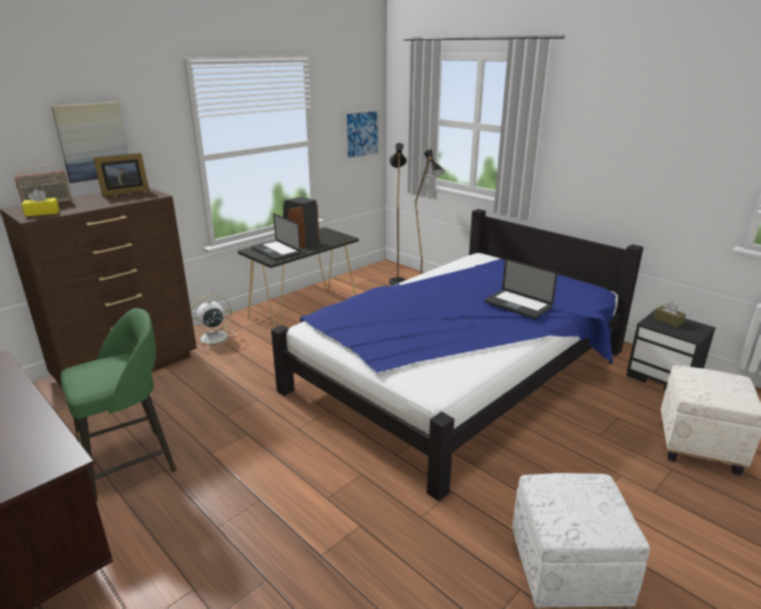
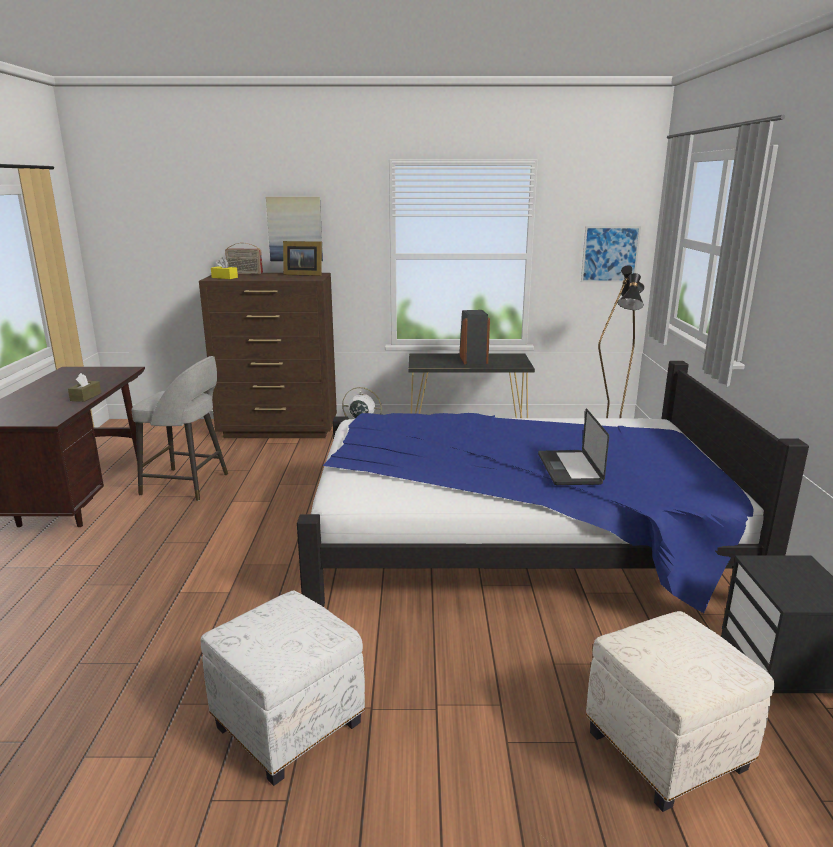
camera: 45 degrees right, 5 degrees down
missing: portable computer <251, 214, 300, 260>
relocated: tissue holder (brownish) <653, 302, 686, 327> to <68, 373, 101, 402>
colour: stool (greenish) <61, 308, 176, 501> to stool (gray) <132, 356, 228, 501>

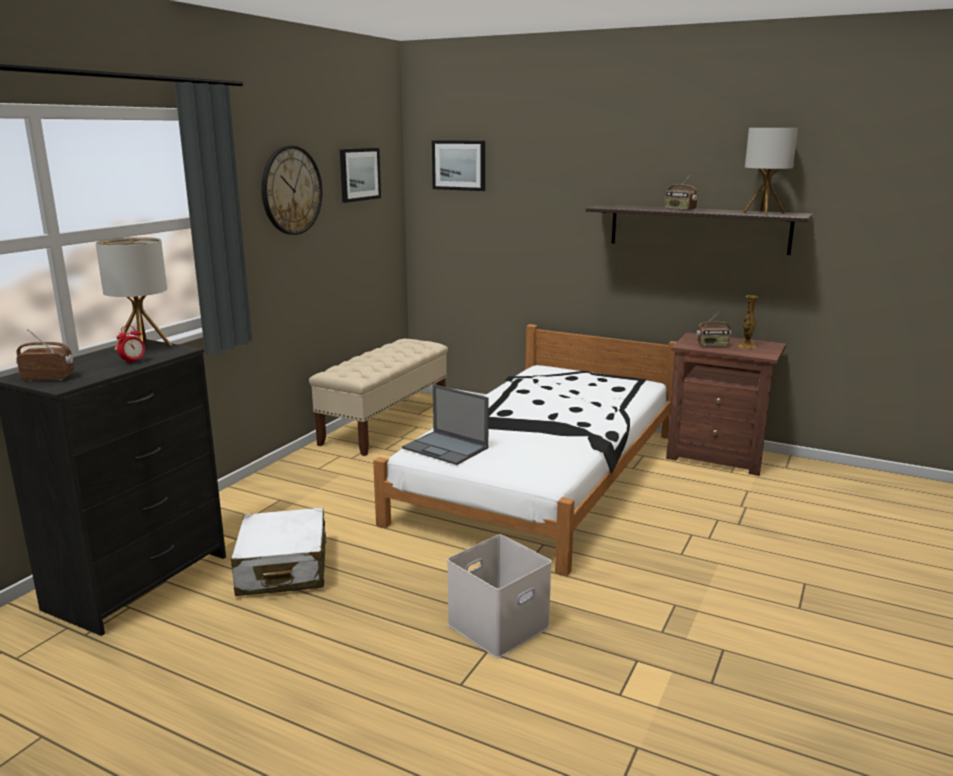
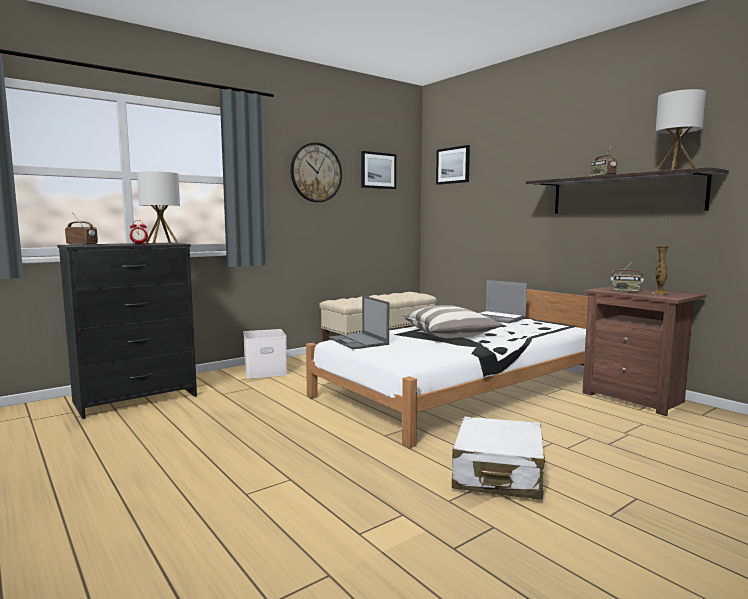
camera: 25 degrees right, 10 degrees down
appeared: portable computer <479, 280, 527, 323>; throw pillow <402, 305, 503, 338>
relocated: suitcase (white) <231, 507, 326, 596> to <452, 416, 545, 500>; storage box (white) <447, 534, 552, 658> to <243, 329, 288, 379>

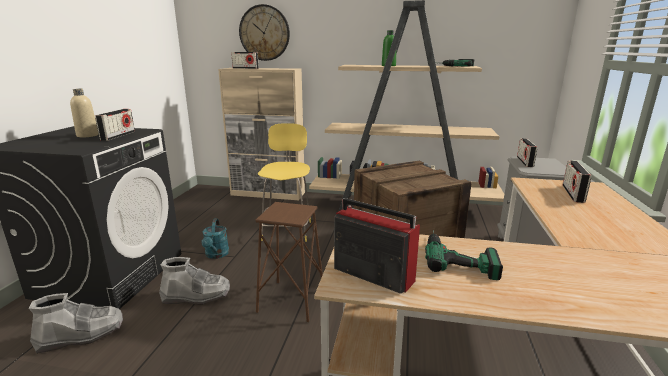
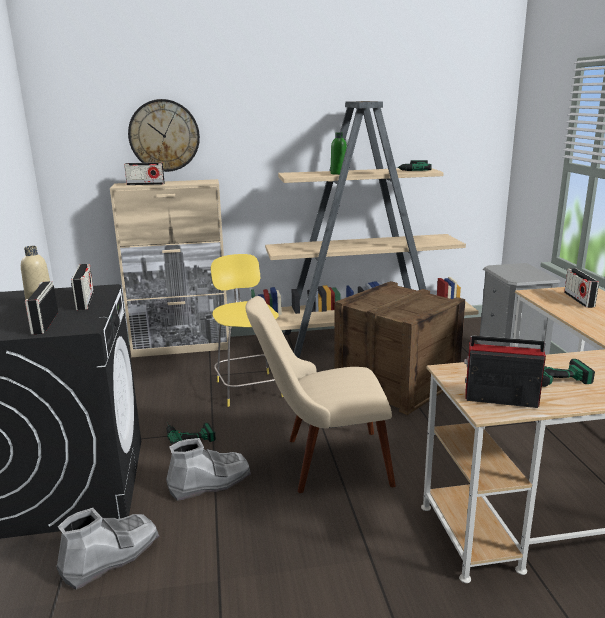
camera: 20 degrees left, 0 degrees up
relocated: radio set <517, 138, 537, 167> to <25, 281, 58, 335>
exchanged: stool (brownish) <255, 202, 323, 322> to chair (beige-coloured) <246, 296, 396, 493>; sprinkling can (blue-green) <201, 219, 229, 259> to power drill <166, 423, 216, 445>

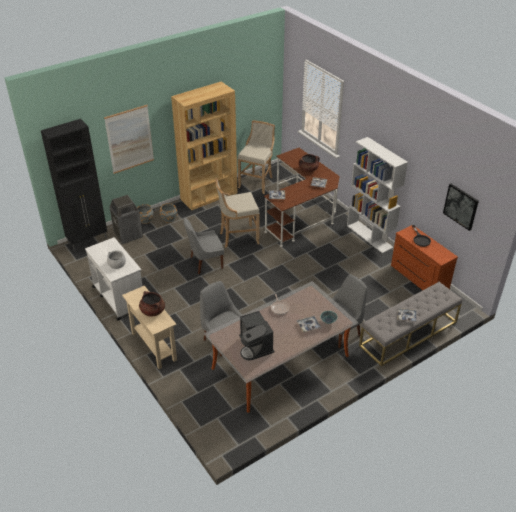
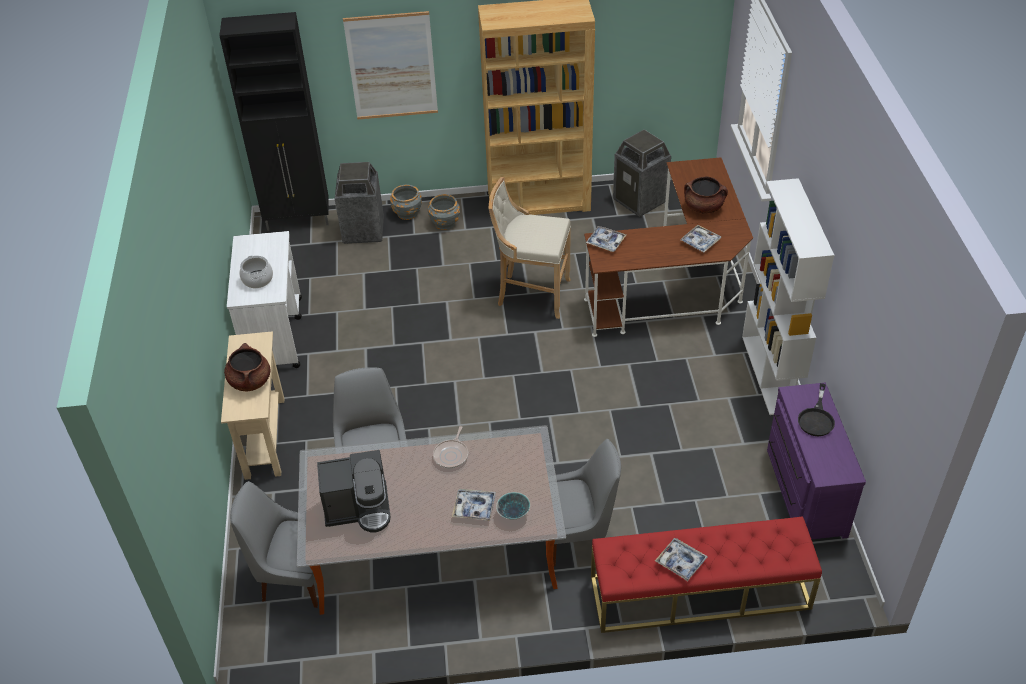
camera: 30 degrees right, 5 degrees up
missing: wall art <443, 184, 479, 231>
relocated: chair (gray) <184, 217, 224, 274> to <230, 481, 318, 608>
exchanged: stool (beige-coloured) <238, 120, 275, 194> to trash can <613, 130, 671, 217>
colour: dresser (brownish) <391, 225, 458, 290> to dresser (purple) <767, 383, 866, 539>; long seat (gray) <359, 282, 462, 366> to long seat (reddish) <591, 516, 822, 633>
spun: coffee brewer <239, 311, 274, 361> = <317, 450, 391, 532> 105 degrees counterclockwise

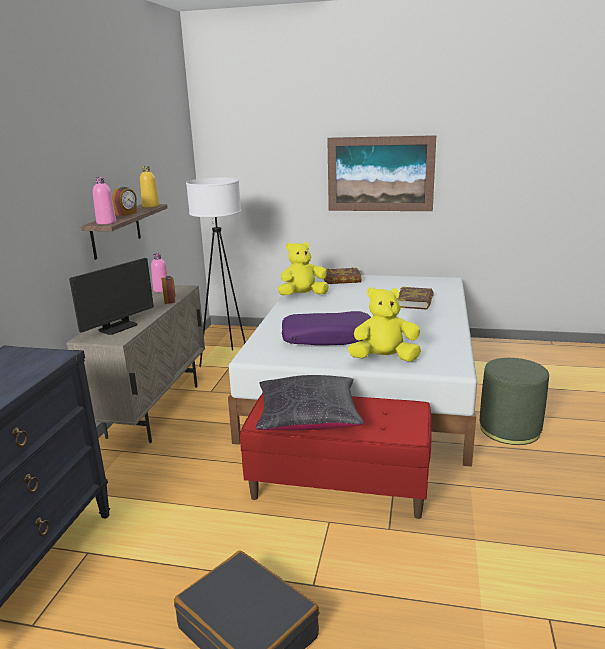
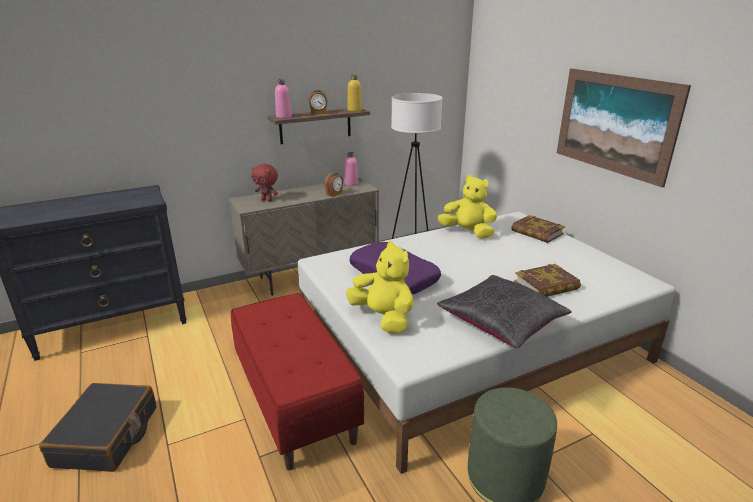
camera: 50 degrees right, 5 degrees up
relocated: throw pillow (blackish) <255, 375, 364, 431> to <437, 275, 572, 348>
exchanged: computer display <69, 258, 154, 335> to soft toy (reddish) <251, 164, 278, 202>

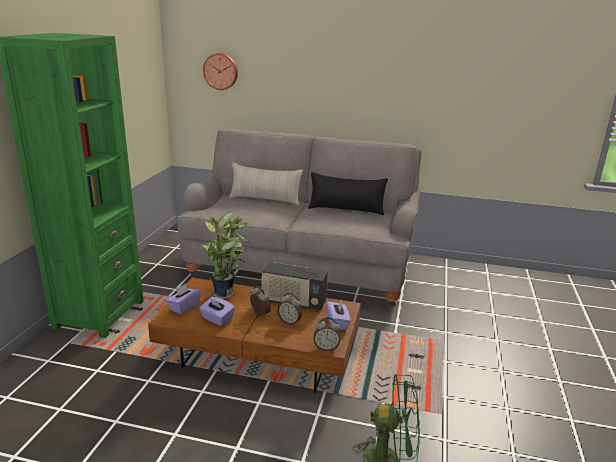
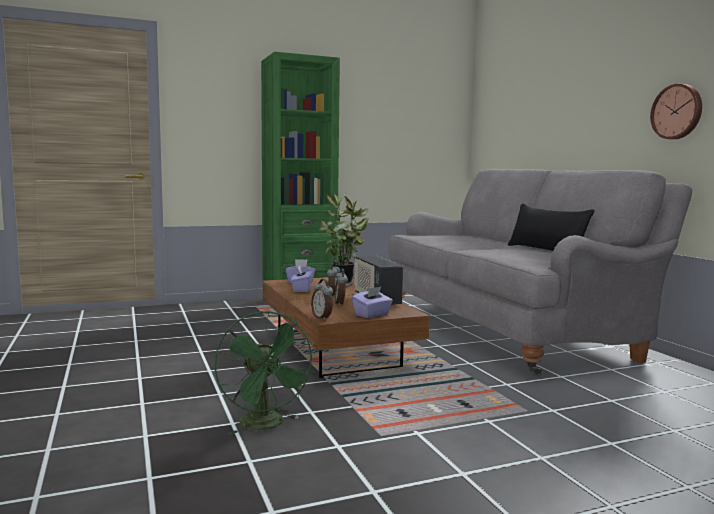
camera: 55 degrees right, 15 degrees down
missing: throw pillow (beige-coloured) <229, 163, 303, 205>
relocated: clock on the wall <203, 53, 238, 90> to <650, 84, 702, 139>

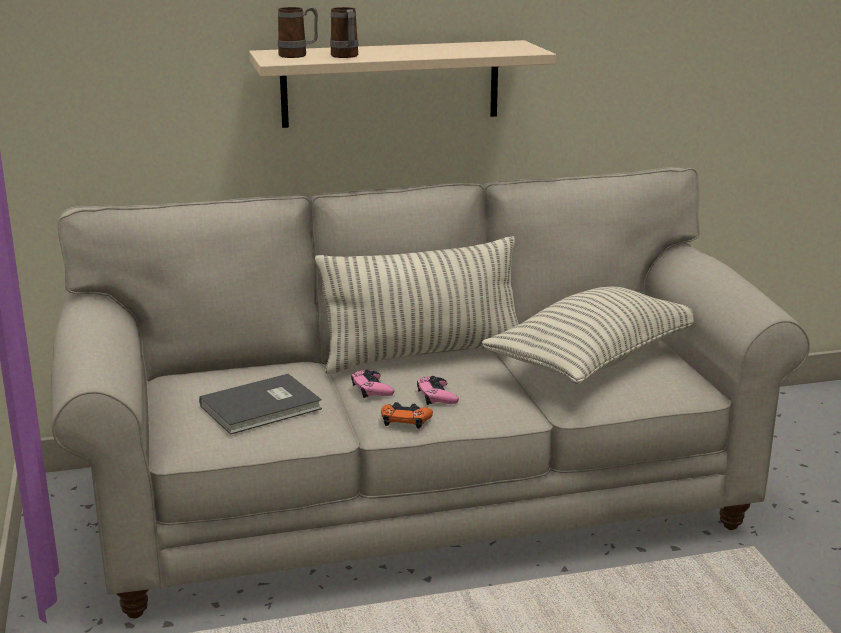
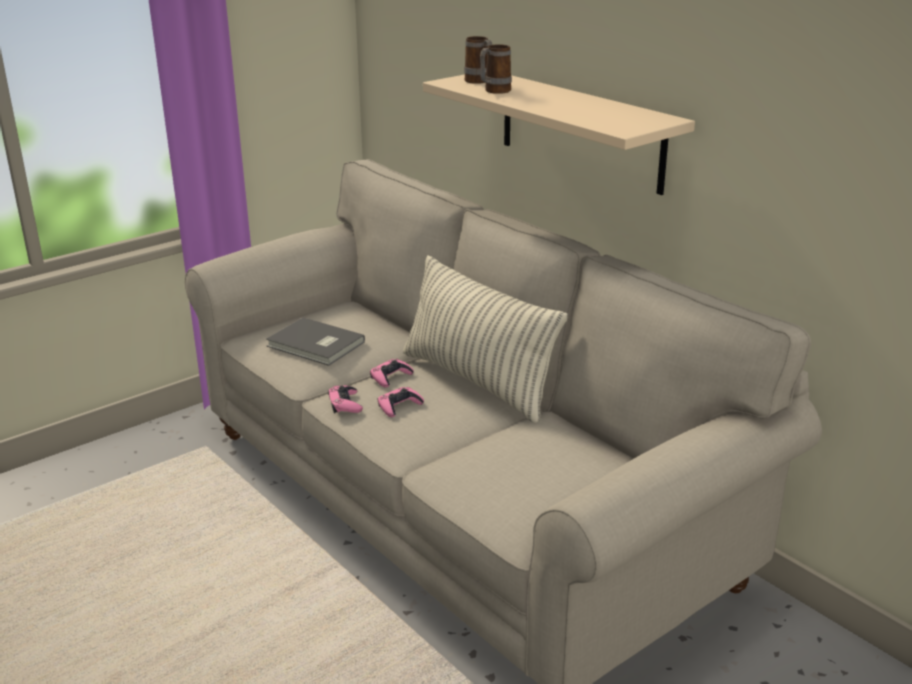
camera: 65 degrees right, 5 degrees up
missing: throw pillow <482, 287, 694, 384>
colour: joypad (orange-coloured) <381, 402, 433, 429> to joypad (pinkish) <328, 385, 363, 413>

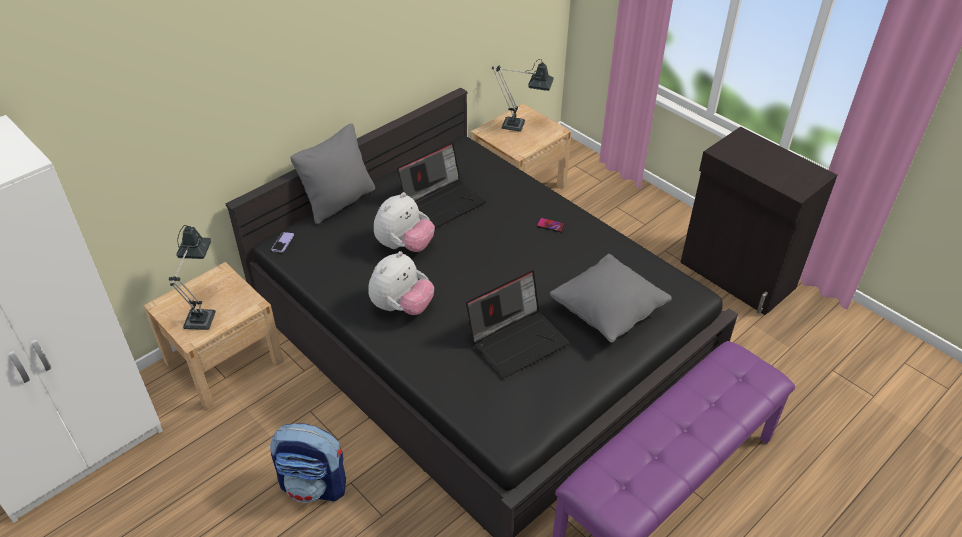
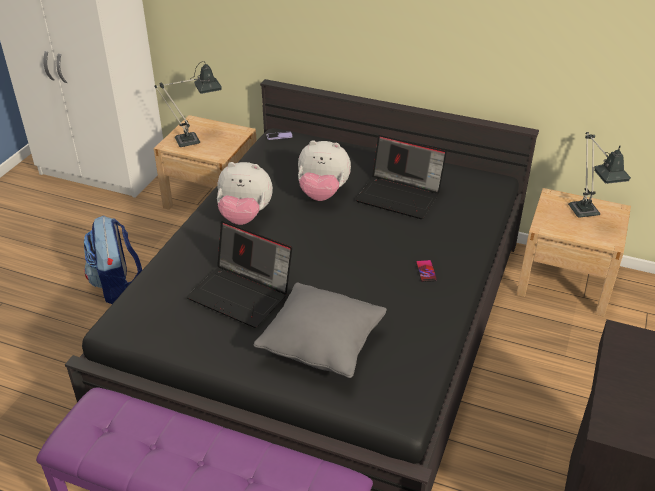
camera: 65 degrees right, 5 degrees down
missing: throw pillow (gray) <290, 123, 375, 224>

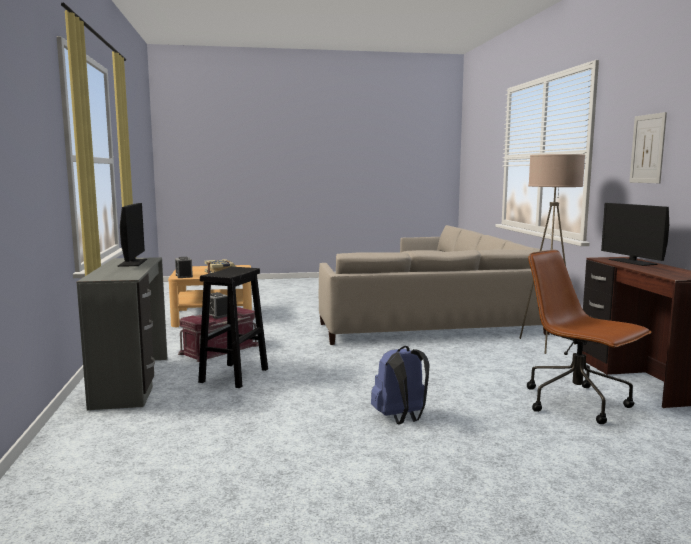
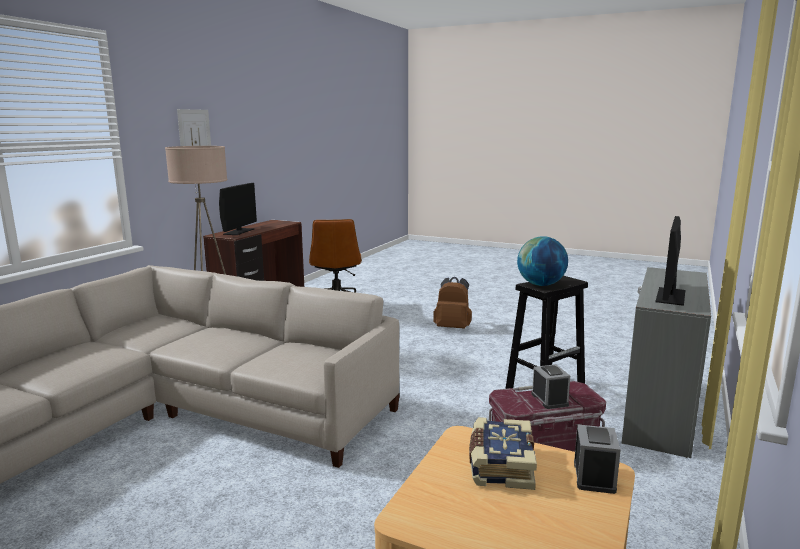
camera: 145 degrees left, 5 degrees up
appeared: globe <517, 236, 568, 286>
colour: rucksack (blue) <371, 346, 430, 424> to rucksack (brownish) <433, 277, 472, 329>

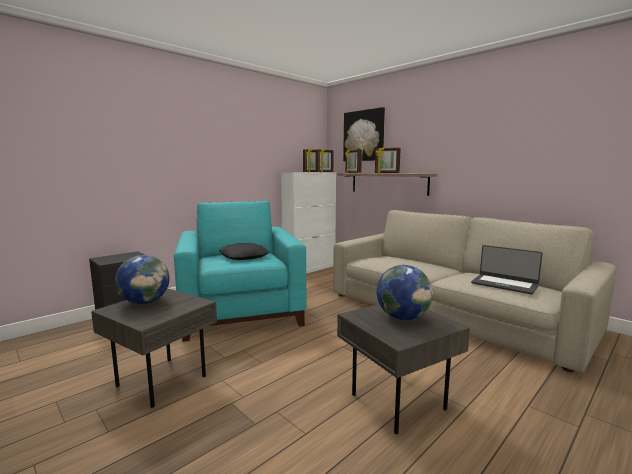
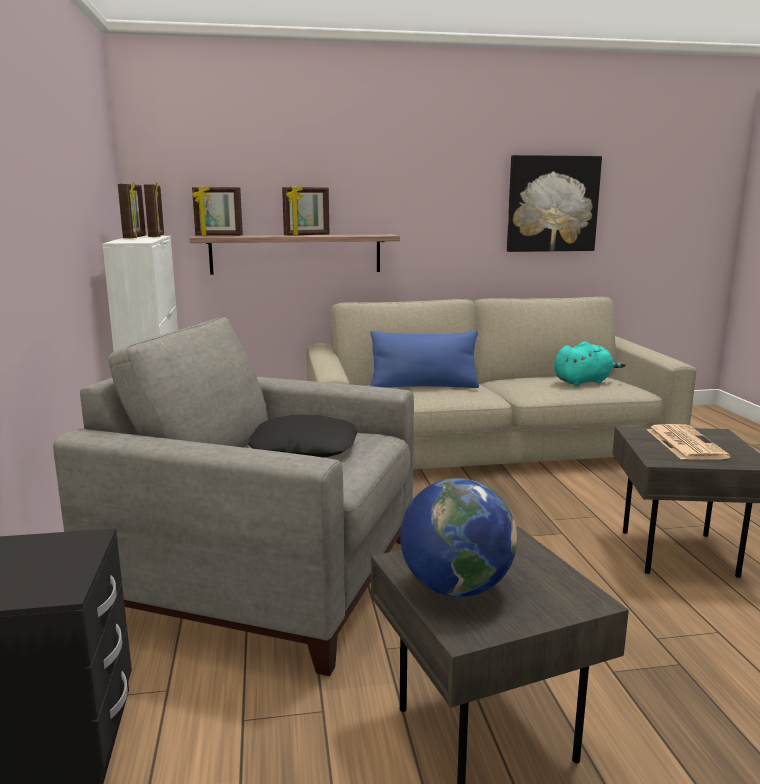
camera: 55 degrees left, 5 degrees up
appeared: throw pillow (blue) <370, 331, 479, 388>
relocated: wall art <343, 107, 385, 161> to <507, 155, 602, 252>
exchanged: portable computer <471, 245, 543, 295> to soft toy (blue-green) <554, 342, 626, 386>; globe <376, 265, 433, 320> to daily paper <647, 424, 731, 460>
colour: armchair (blue-green) <174, 201, 306, 342> to armchair (gray) <53, 317, 414, 676>

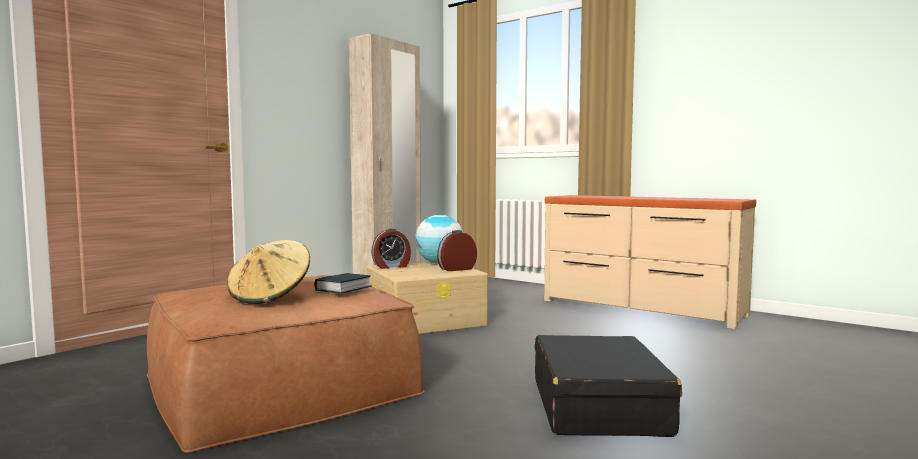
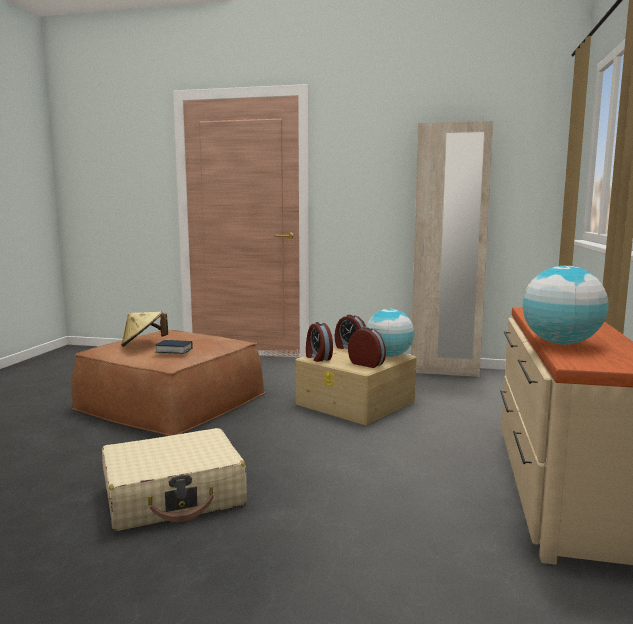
camera: 65 degrees right, 5 degrees up
appeared: globe <523, 266, 608, 344>; alarm clock <306, 322, 333, 362>
colour: suitcase (blackish) <535, 335, 682, 437> to suitcase (beige-coloured) <102, 428, 247, 531>

